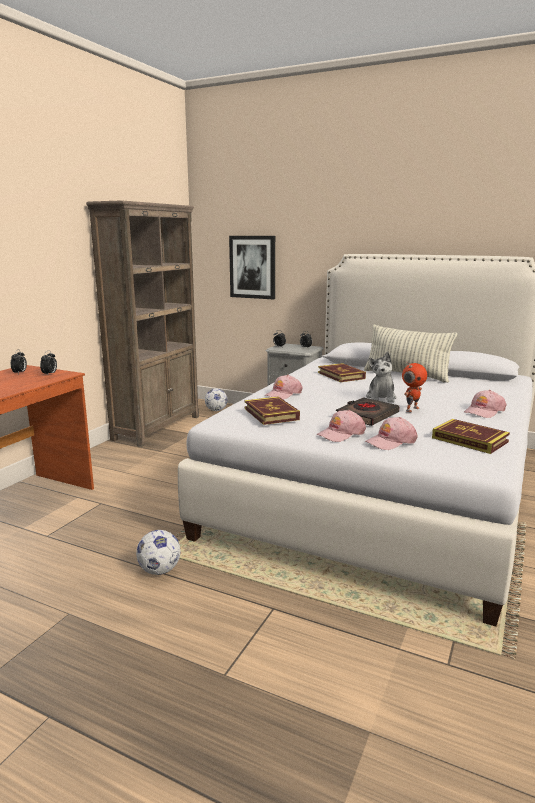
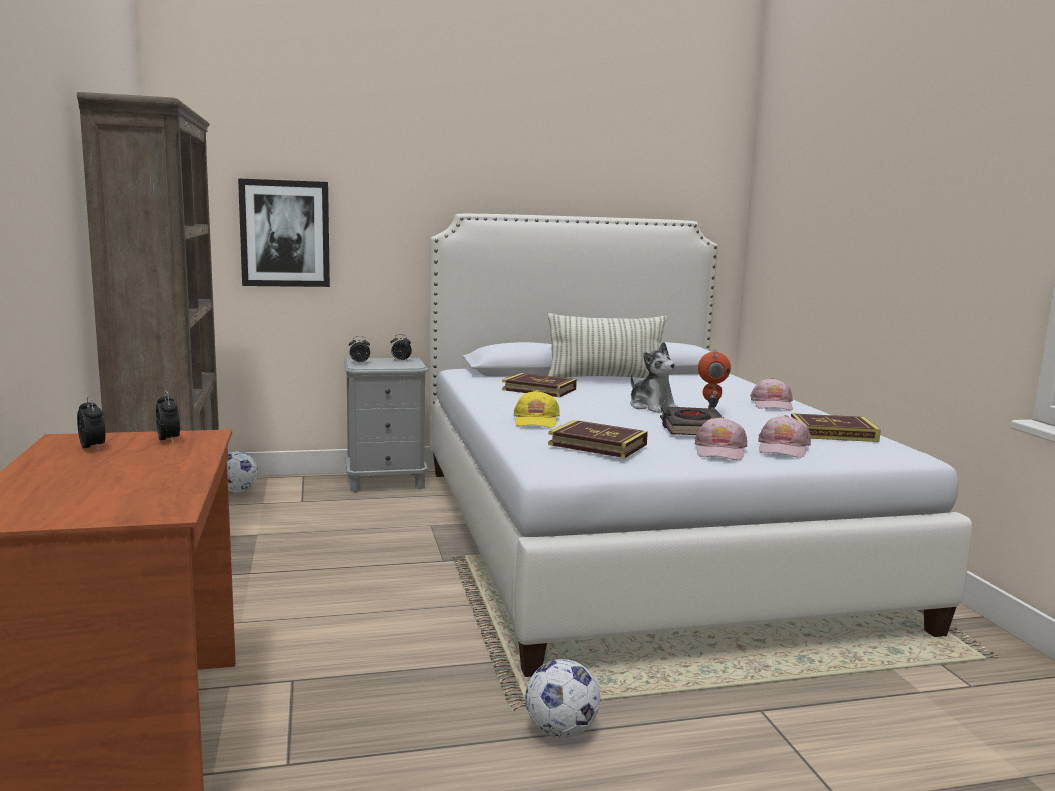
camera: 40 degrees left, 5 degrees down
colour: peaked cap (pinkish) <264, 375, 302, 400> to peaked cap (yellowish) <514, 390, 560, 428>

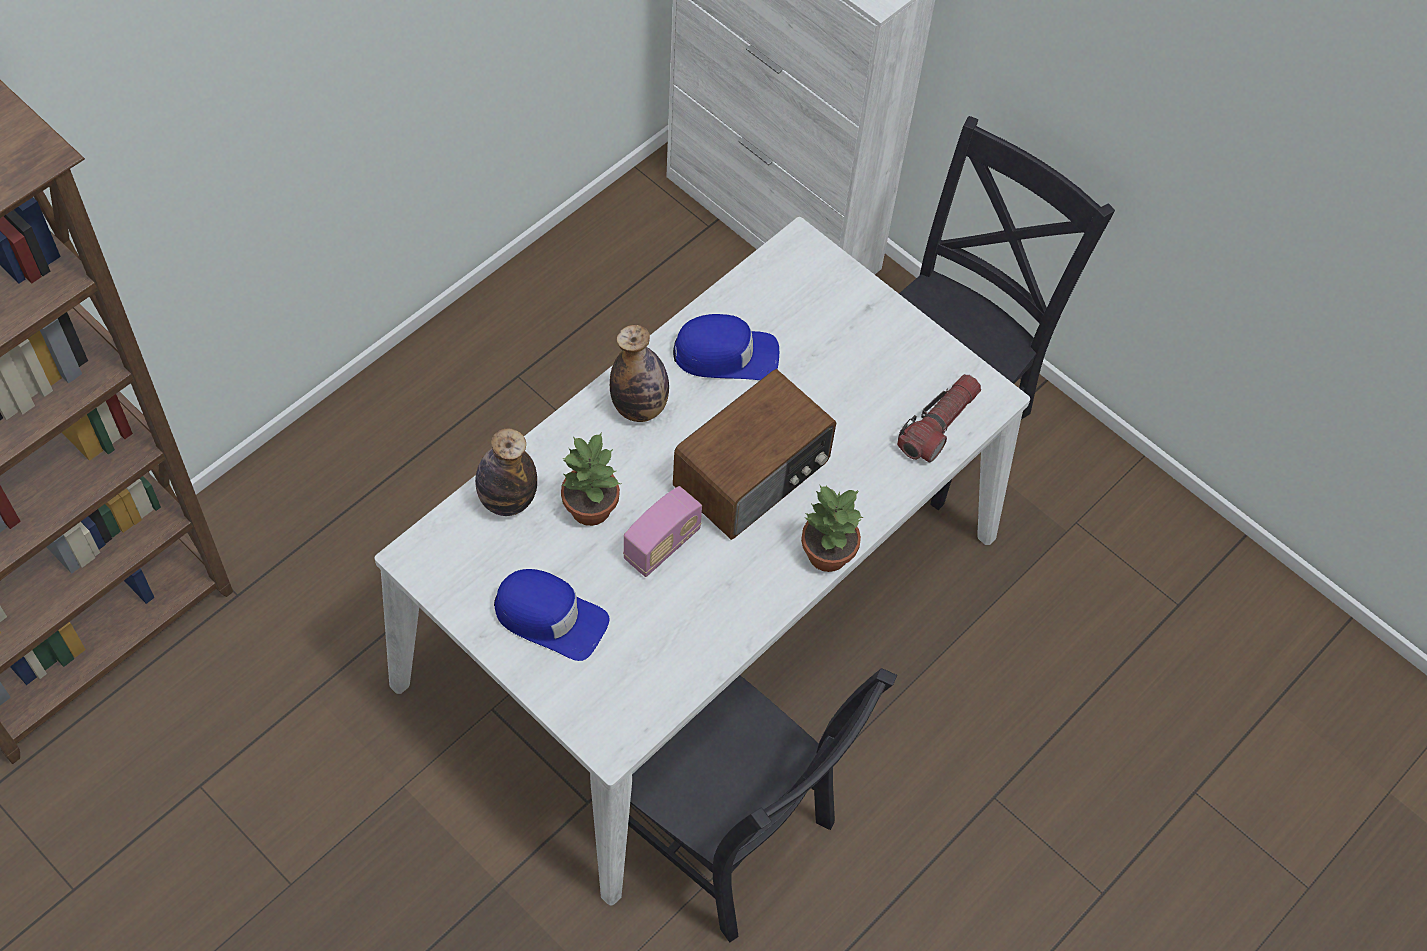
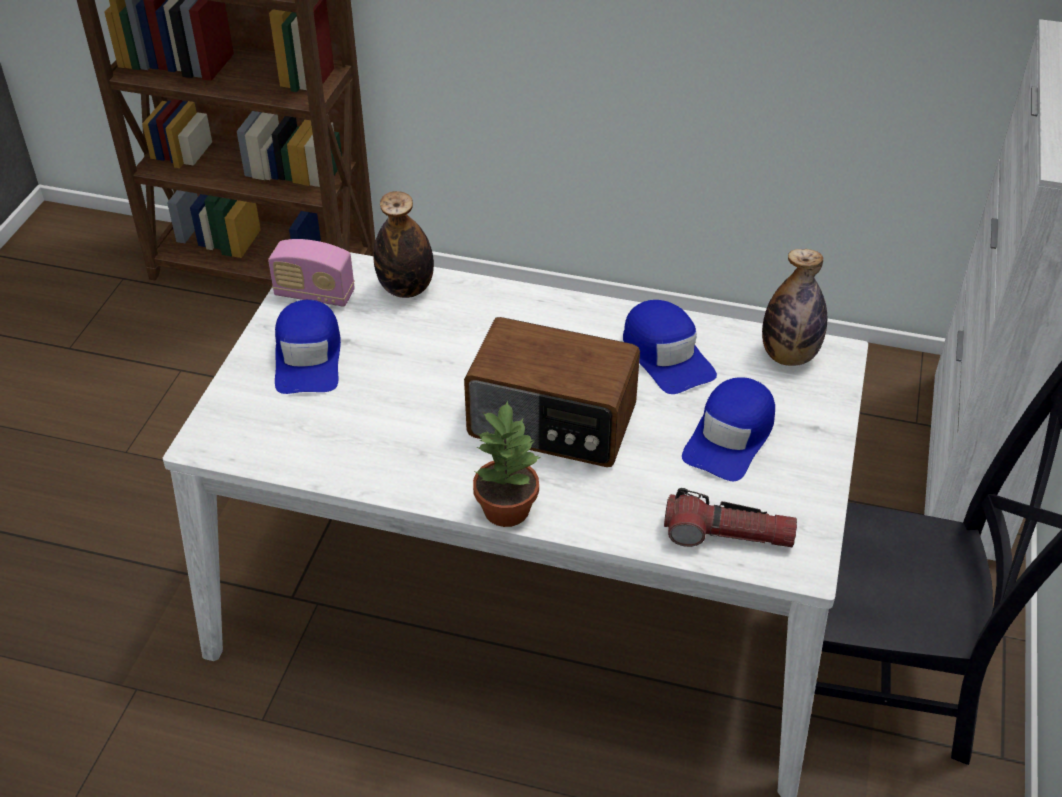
camera: 65 degrees right, 15 degrees down
missing: houseplant <561, 432, 621, 526>; chair (blackish) <628, 668, 897, 942>
appeared: peaked cap (blue) <682, 377, 775, 481>
relocated: drink bottle <610, 325, 669, 422> to <762, 249, 827, 366>; radio set <623, 486, 702, 577> to <268, 239, 355, 307>

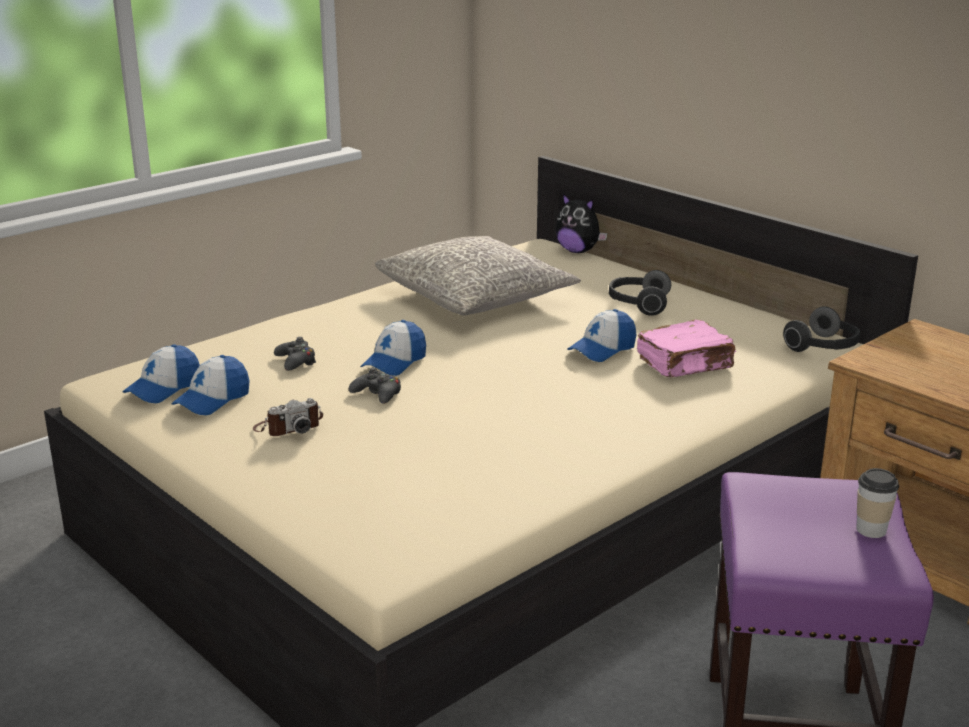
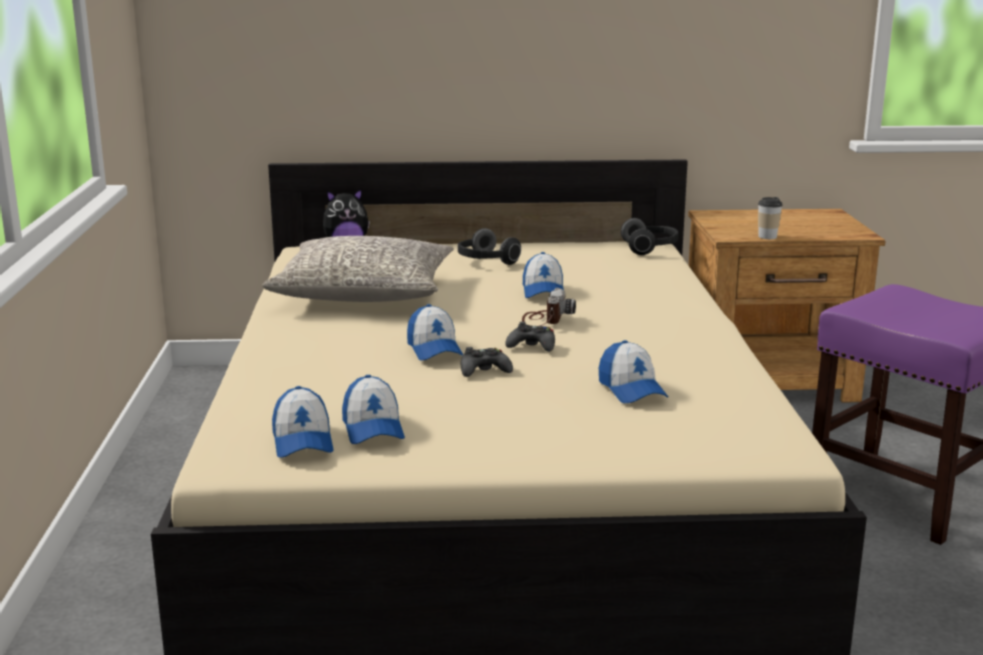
camera: 50 degrees left, 5 degrees down
missing: volume (pinkish) <637, 320, 736, 377>
appeared: peaked cap <599, 340, 668, 403>
relocated: joypad (blackish) <274, 337, 316, 371> to <505, 322, 555, 352>; photo camera <253, 398, 323, 436> to <522, 288, 576, 326>; drinking cup <856, 468, 899, 538> to <758, 197, 783, 239>

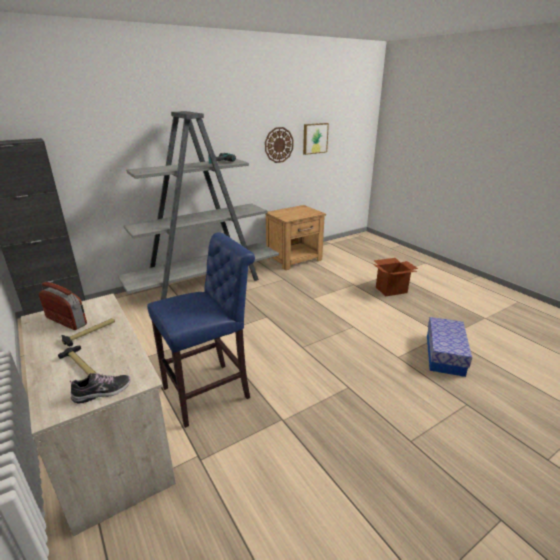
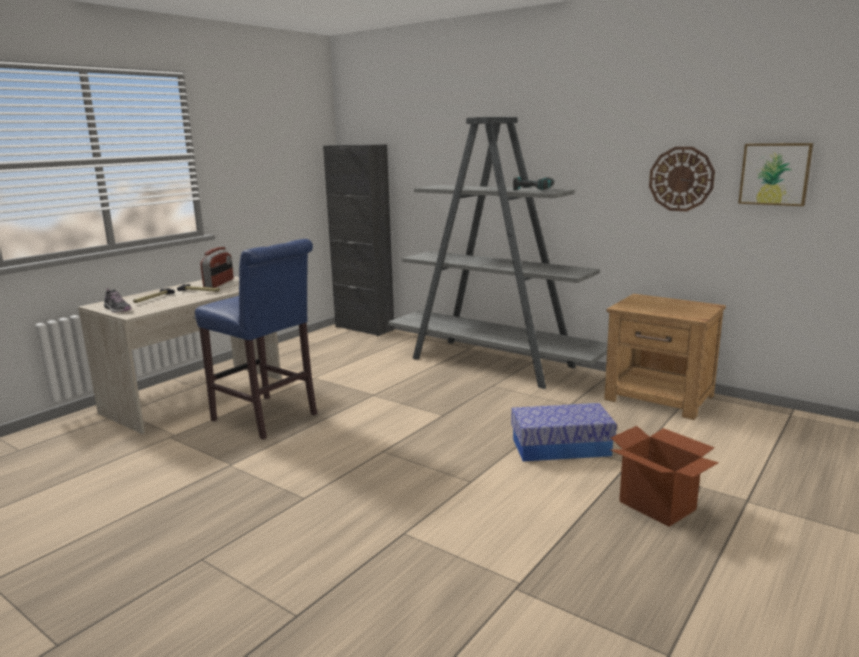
camera: 70 degrees right, 10 degrees down
relocated: storage box <427, 317, 472, 377> to <511, 403, 617, 461>

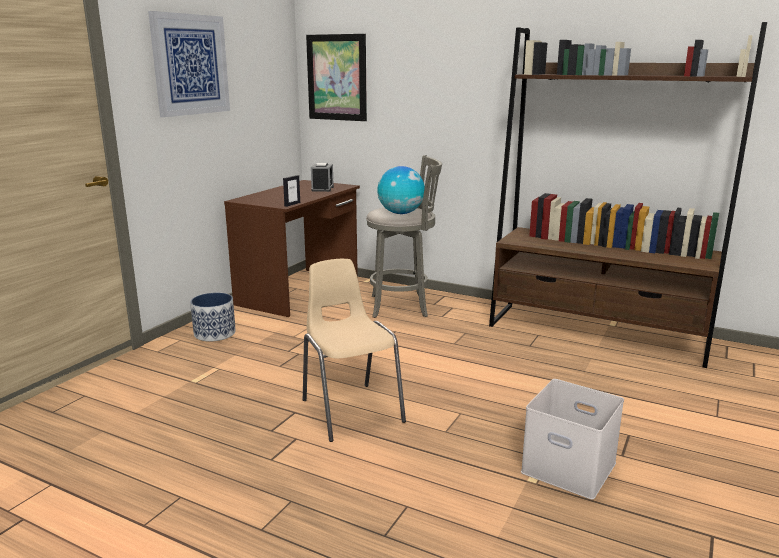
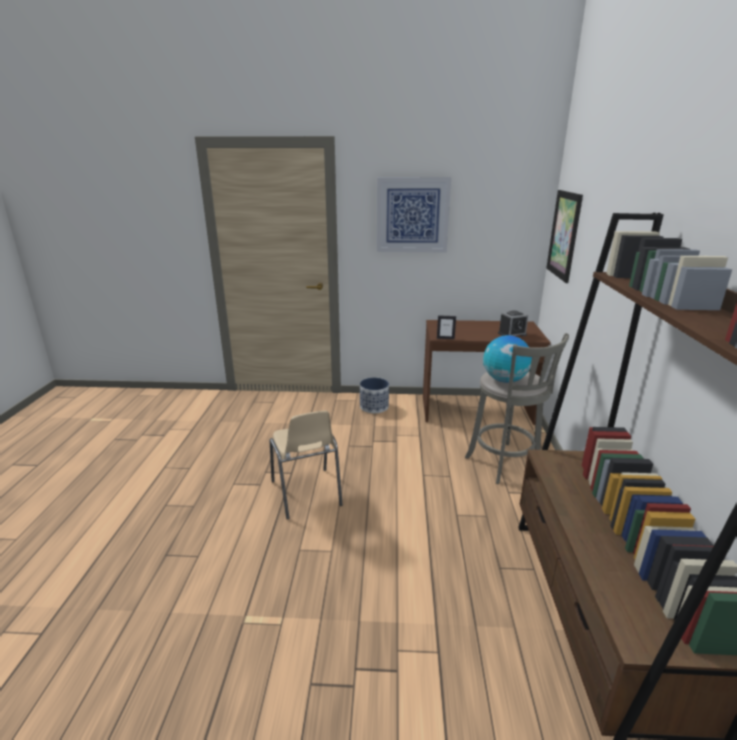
camera: 65 degrees right, 5 degrees up
missing: storage box (white) <521, 379, 624, 499>
spun: chair (beige-coloured) <303, 259, 406, 442> = <270, 411, 343, 520> 120 degrees clockwise

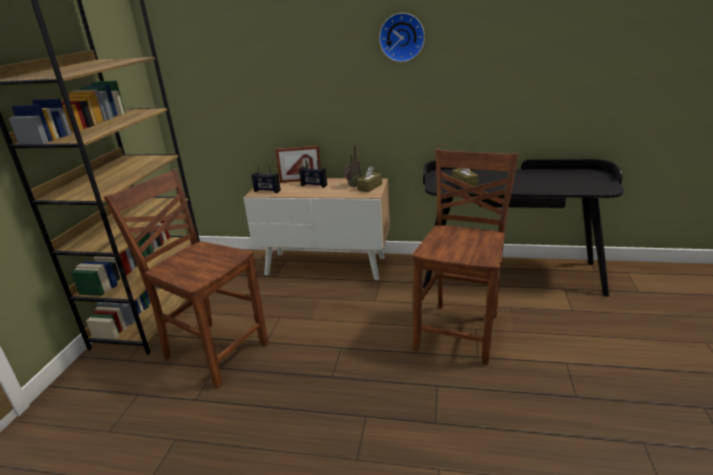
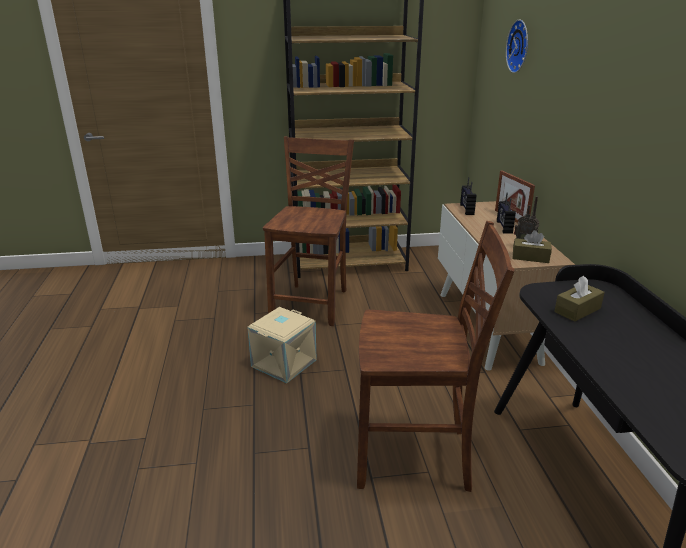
camera: 70 degrees right, 0 degrees up
appeared: storage box (beige-coloured) <247, 307, 317, 383>
relocated: clock on the wall <379, 13, 425, 62> to <506, 20, 528, 73>

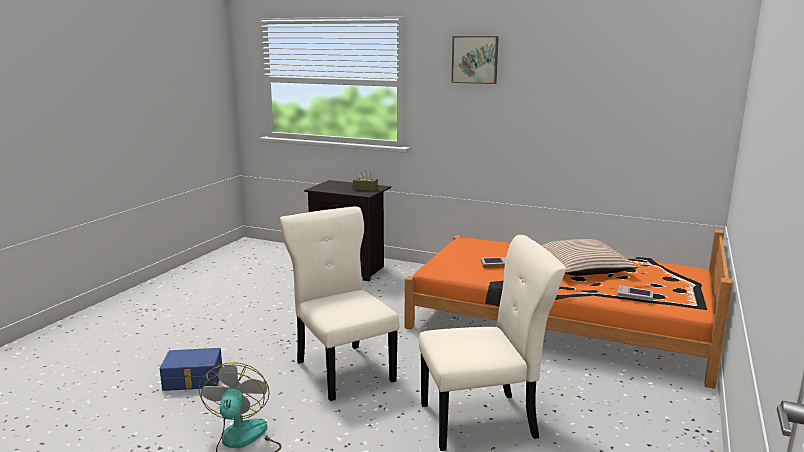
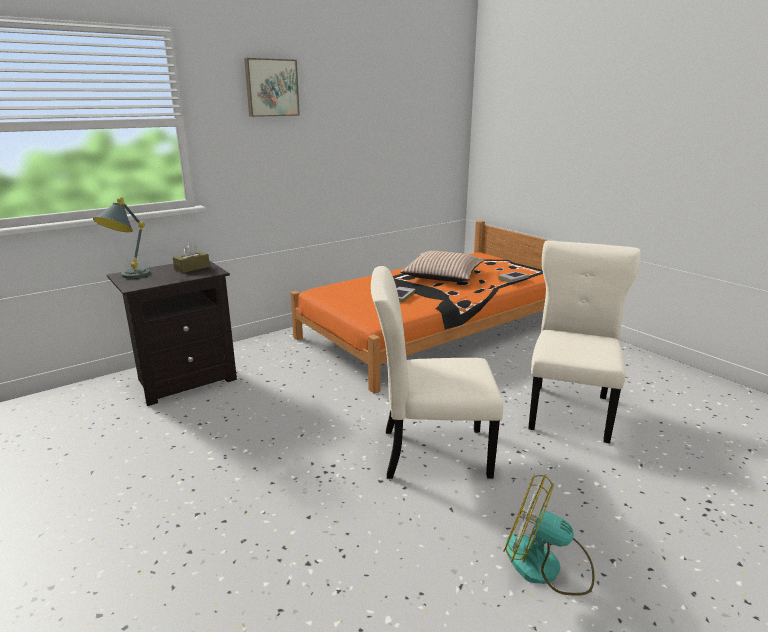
camera: 60 degrees left, 5 degrees up
missing: storage box (blue) <160, 348, 222, 391>
appeared: tabletop lamp (gray) <93, 197, 150, 279>

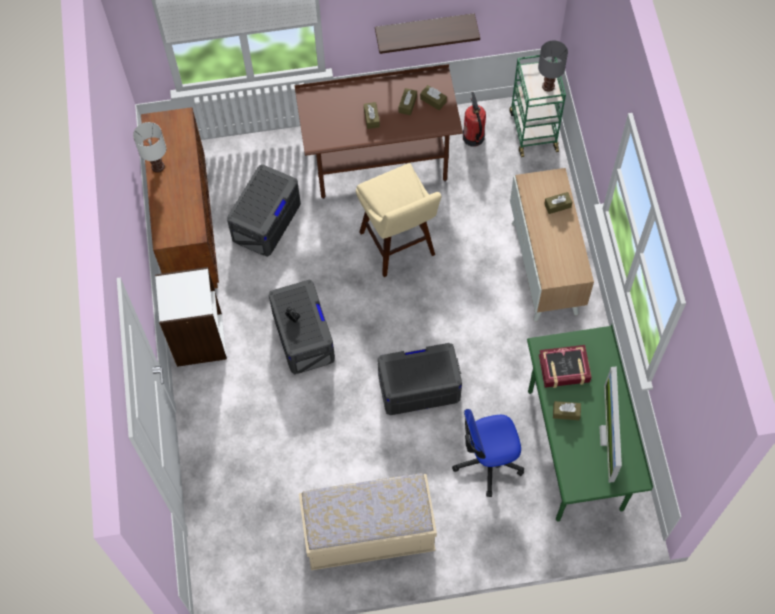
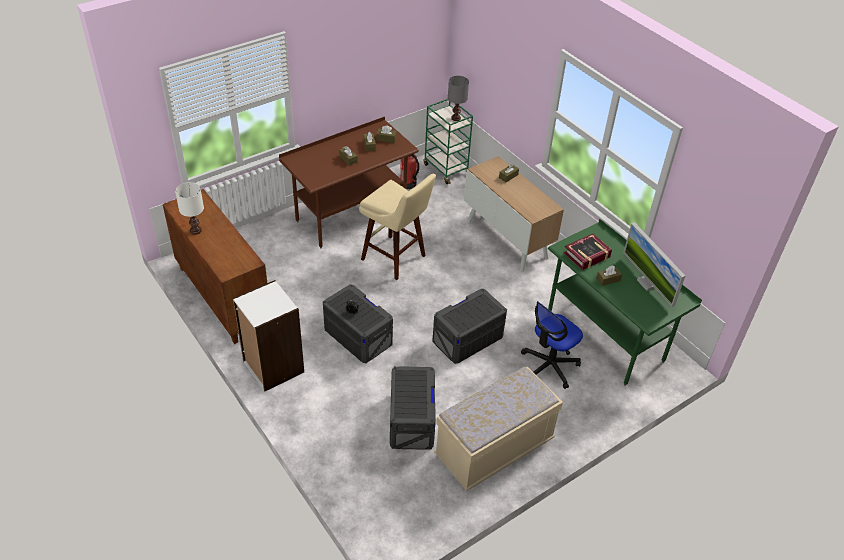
camera: 30 degrees left, 20 degrees down
missing: shelf <375, 13, 480, 54>
relocated: storage box (gray) <227, 164, 301, 257> to <390, 366, 436, 450>

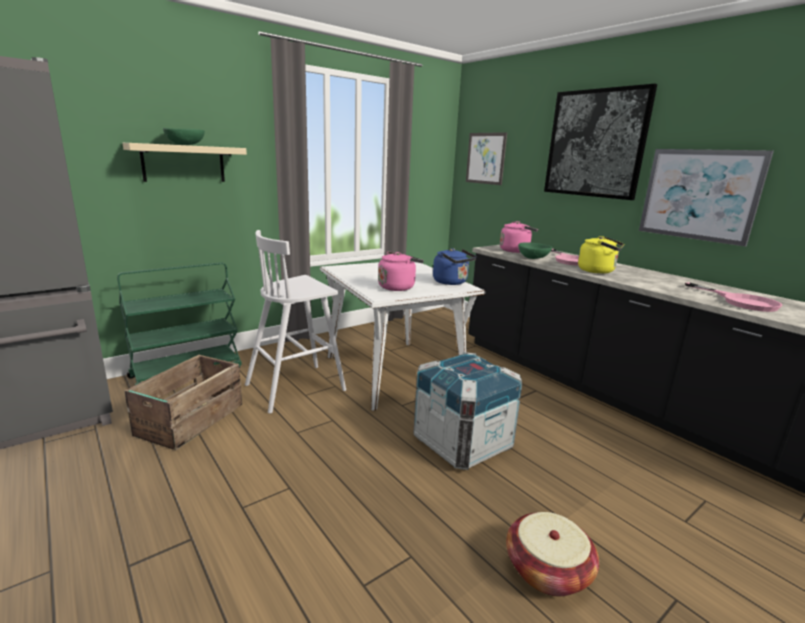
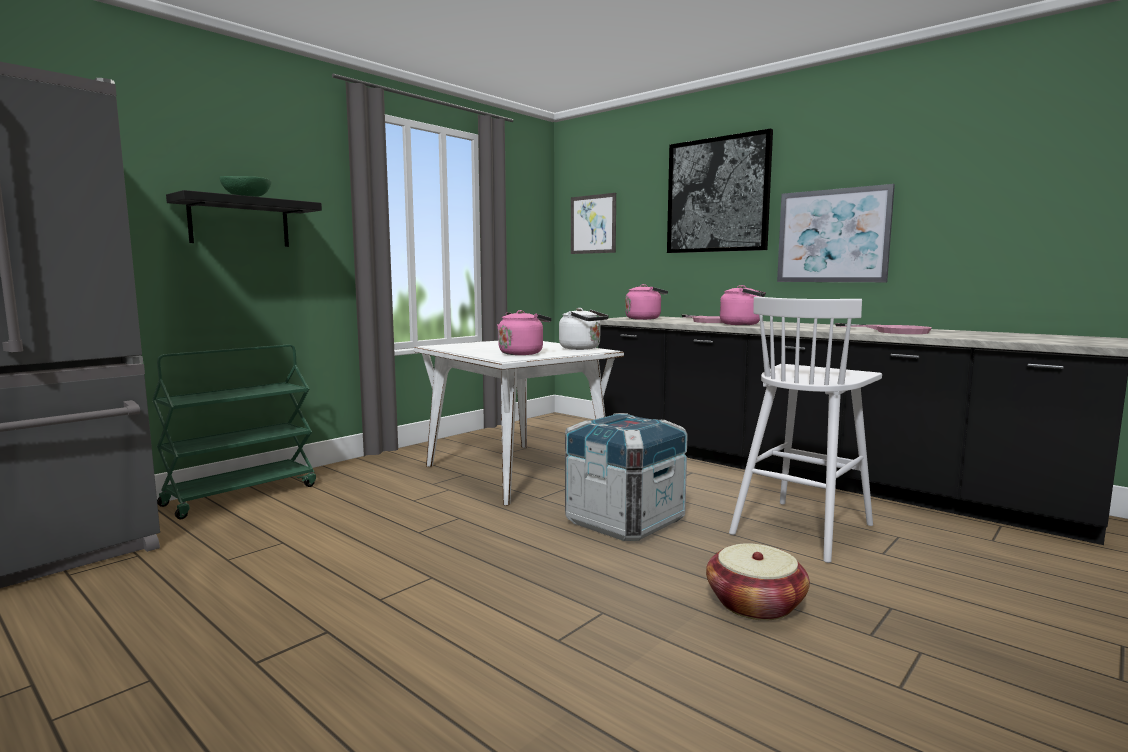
camera: 10 degrees left, 10 degrees down
missing: bowl (greenish) <518, 242, 552, 259>; packing crate <124, 355, 242, 450>
relocated: stool (white) <245, 230, 346, 414> to <729, 297, 882, 563>
colour: shelf (beige-coloured) <123, 143, 247, 182> to shelf (blackish) <166, 190, 322, 247>; water kettle (yellowish) <578, 236, 624, 274> to water kettle (pinkish) <720, 285, 766, 325>; water kettle (blue) <433, 248, 477, 285> to water kettle (white) <559, 308, 609, 350>

